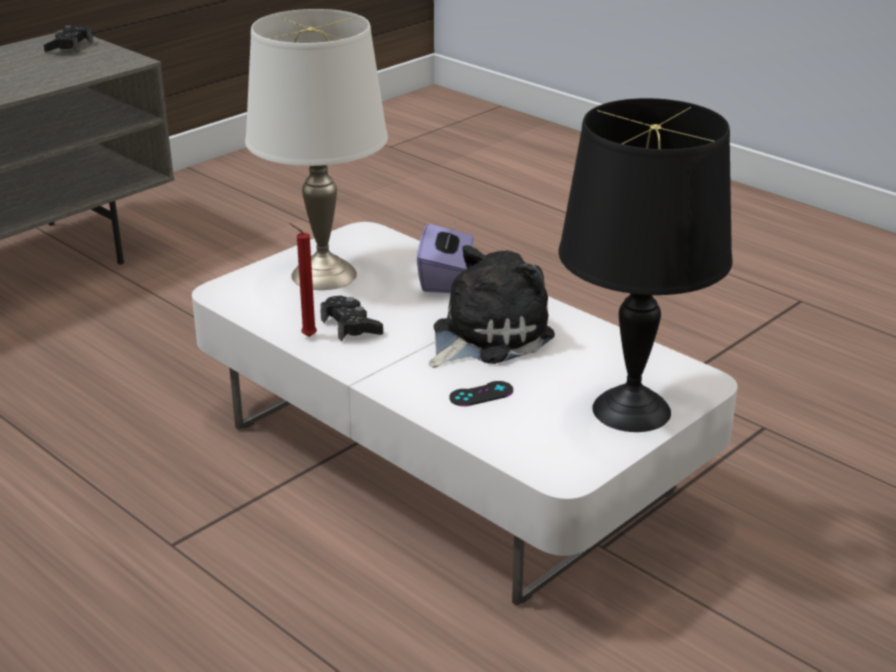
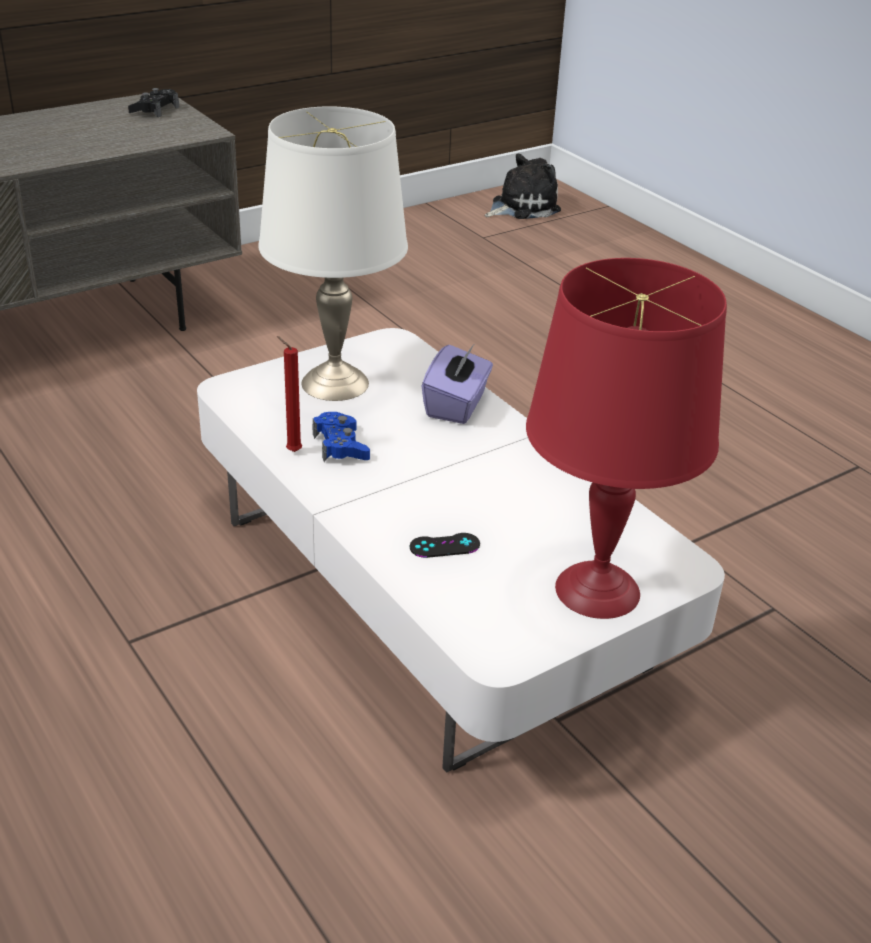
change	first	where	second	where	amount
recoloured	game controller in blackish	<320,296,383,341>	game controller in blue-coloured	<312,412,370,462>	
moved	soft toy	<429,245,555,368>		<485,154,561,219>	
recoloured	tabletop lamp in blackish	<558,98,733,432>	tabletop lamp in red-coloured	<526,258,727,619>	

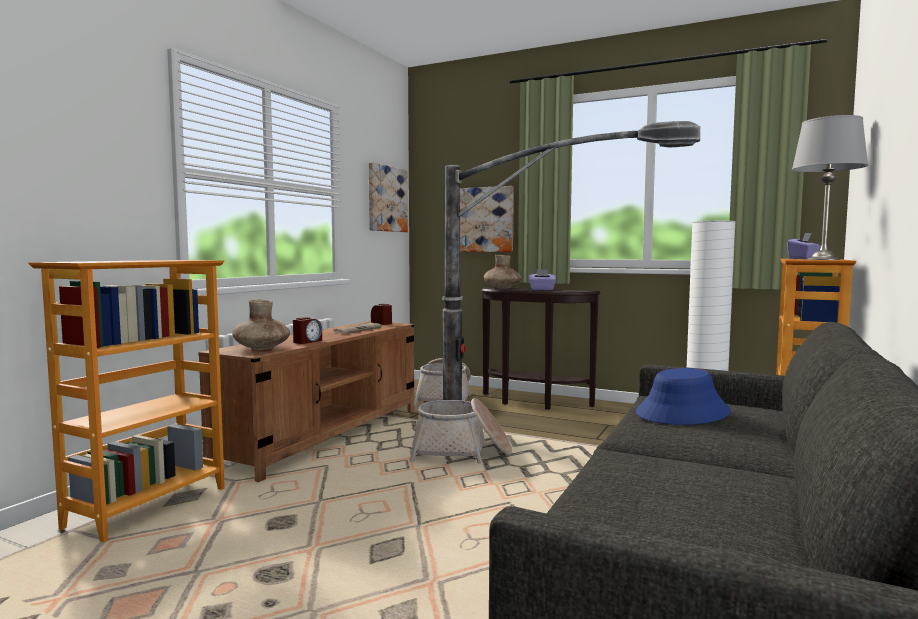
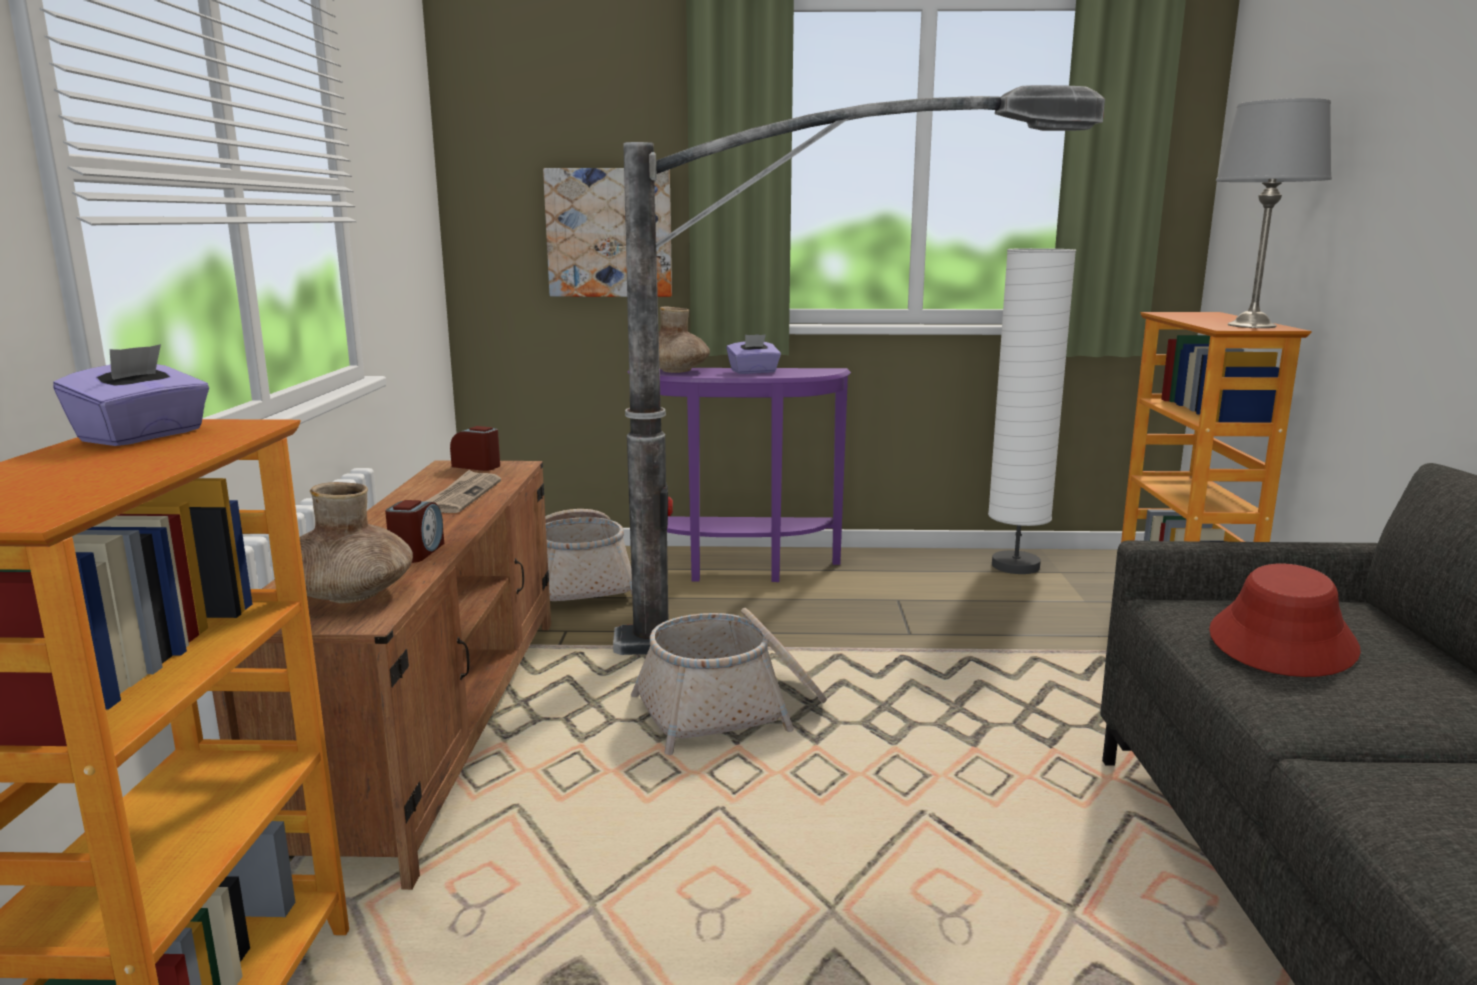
change	first	where	second	where	amount
moved	box of tissues in purplish	<787,233,821,259>		<53,344,209,446>	
recoloured	hall table in brownish	<481,287,601,410>	hall table in purplish	<627,368,851,582>	
recoloured	clothing hat in blue-coloured	<636,368,731,425>	clothing hat in red-coloured	<1209,563,1361,677>	
removed	wall picture	<369,162,408,232>			

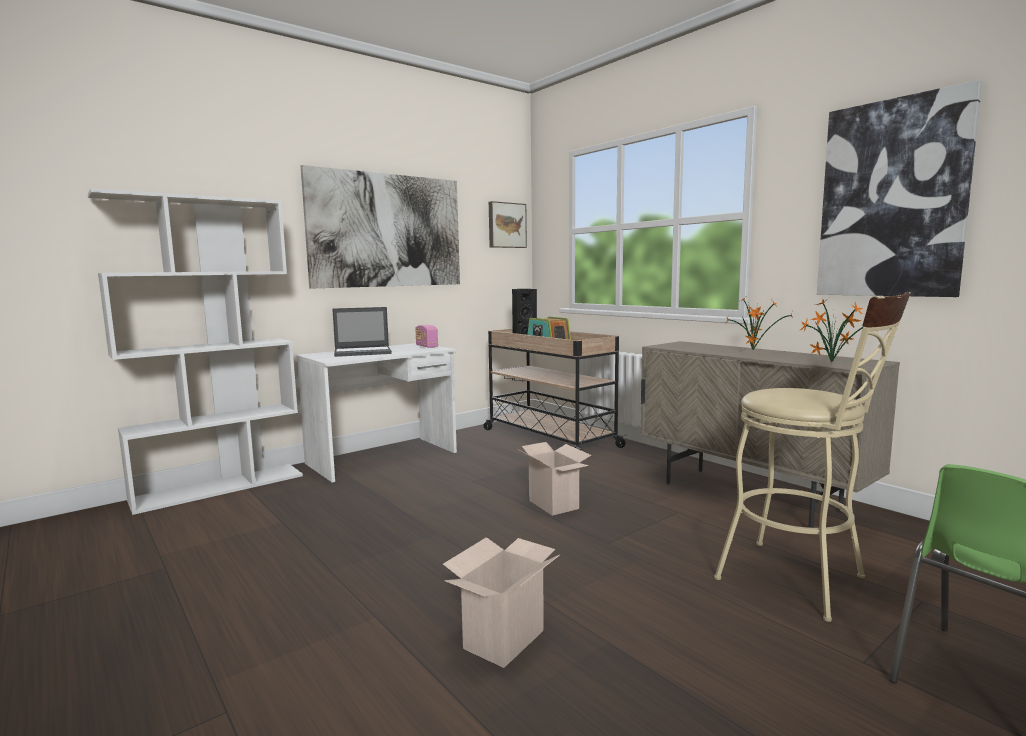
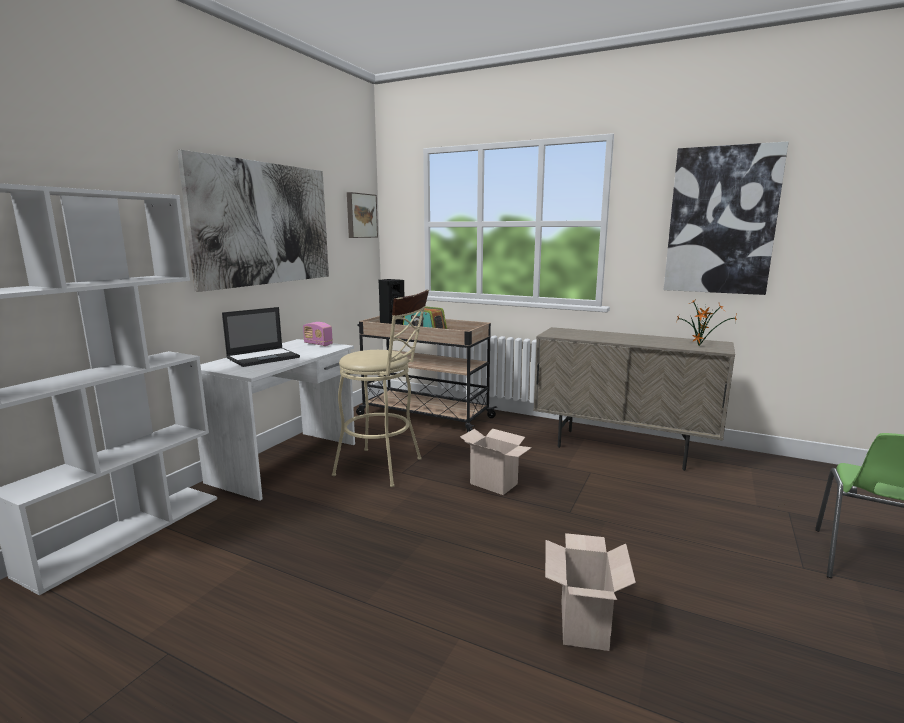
change	first	where	second	where	amount
moved	stool seat in beige	<714,292,911,622>		<332,290,429,487>	
removed	houseplant	<725,297,793,350>			

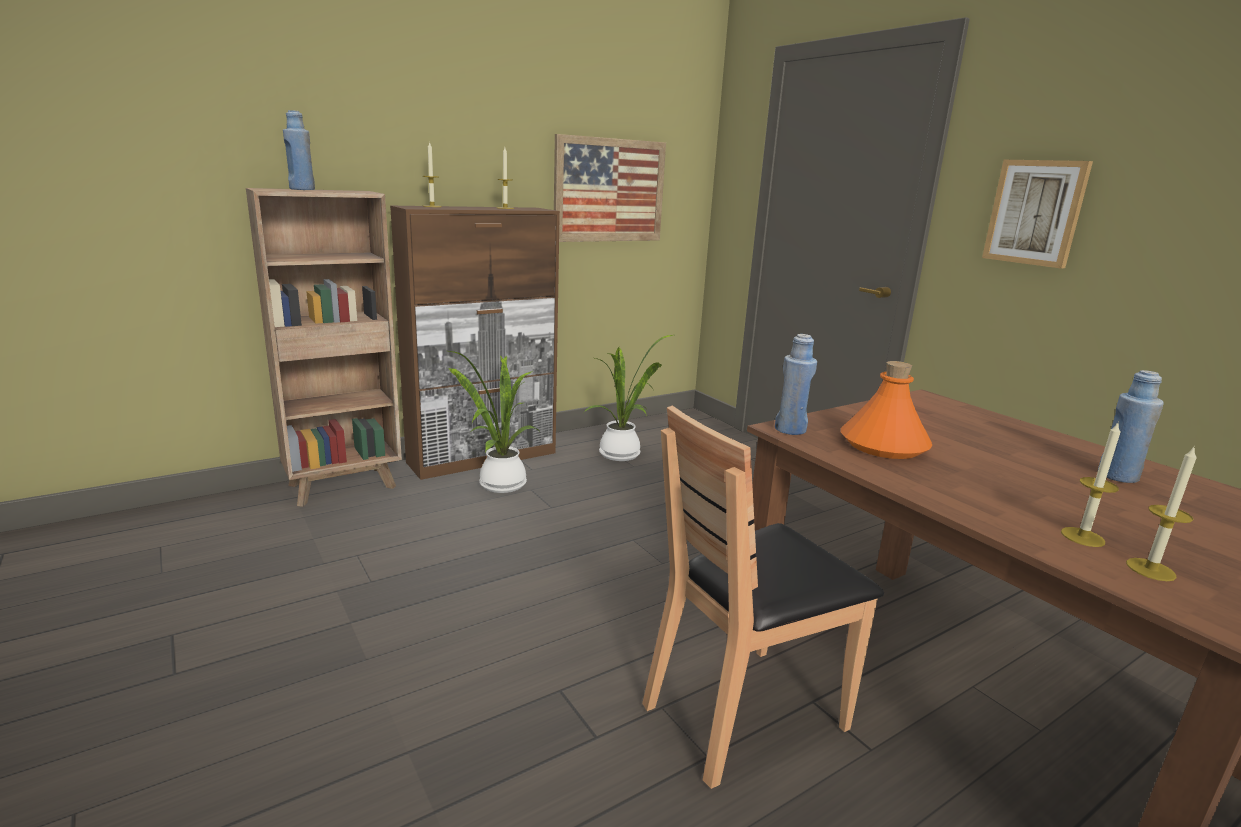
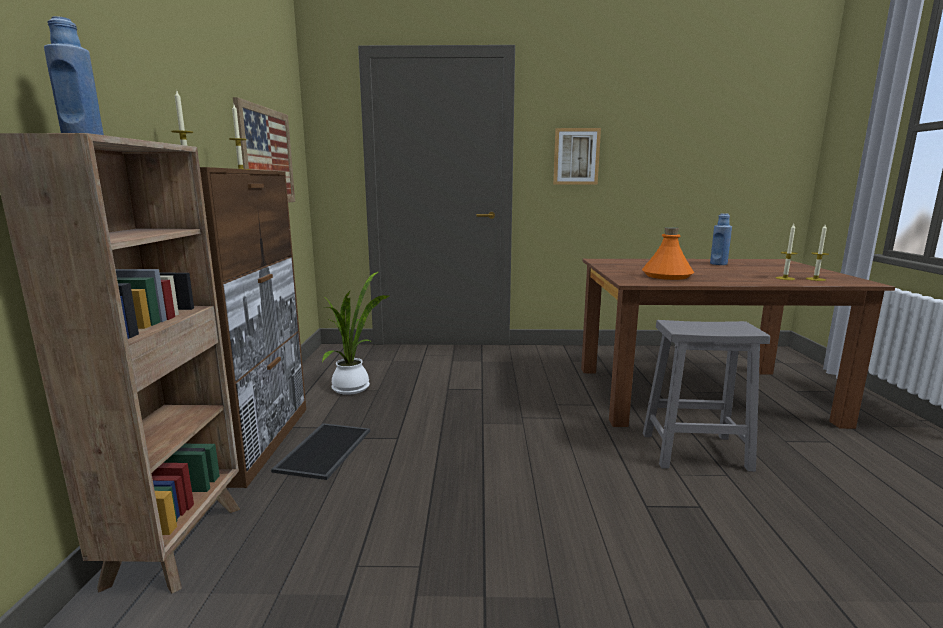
change	first	where	second	where	amount
replaced	houseplant	<448,351,540,493>	serving tray	<271,423,370,480>	
replaced	chair in brownish	<642,405,884,789>	stool seat in gray	<643,320,770,472>	
removed	beverage bottle in blue-coloured	<775,334,817,435>			

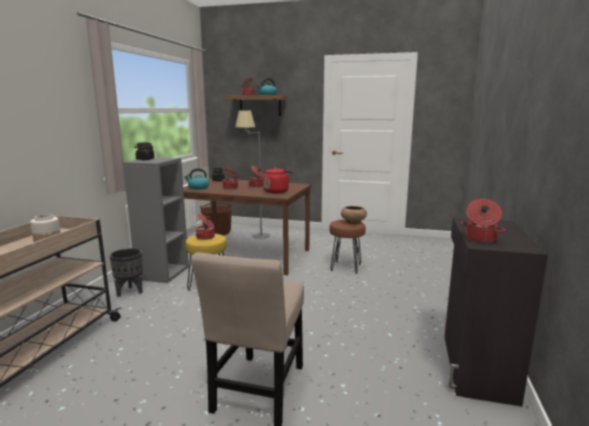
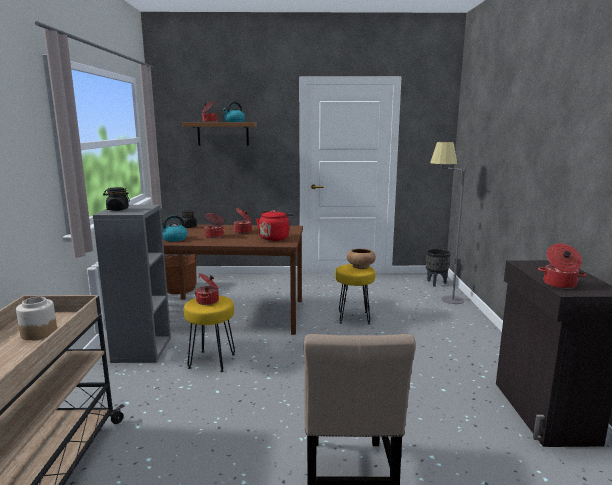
change	first	where	second	where	amount
recoloured	stool seat in brownish	<329,220,366,274>	stool seat in yellow-coloured	<335,264,375,324>	
moved	flower pot in blackish	<109,248,143,297>		<426,249,451,287>	
moved	standard lamp in gray	<235,111,270,239>		<430,142,465,304>	

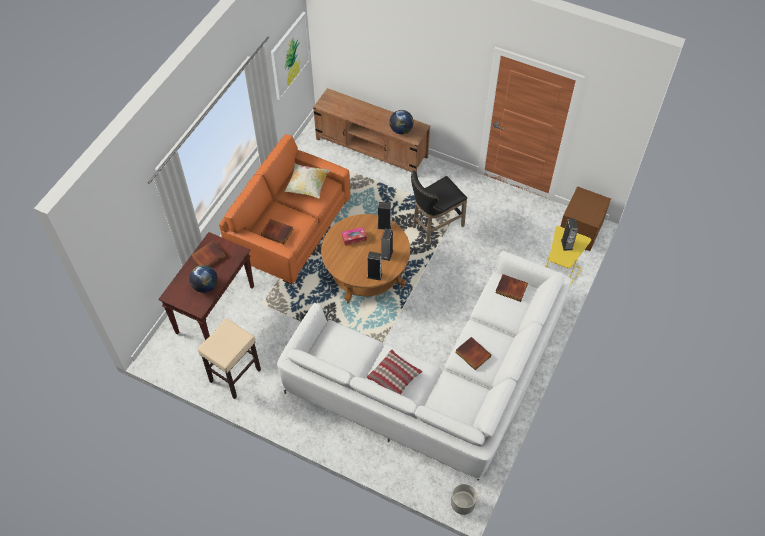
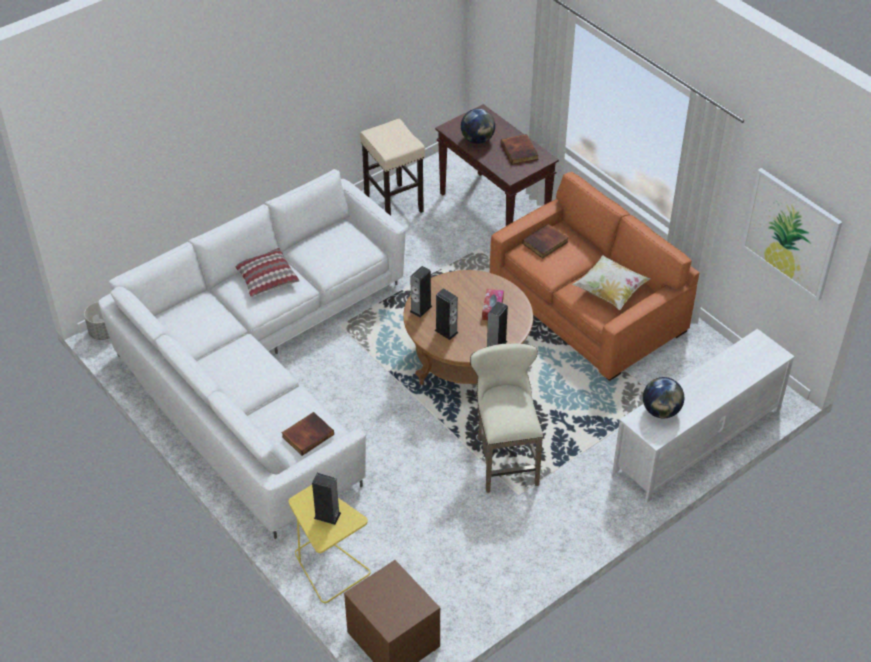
change	first	where	second	where	amount
recoloured	stool seat in blackish	<411,171,467,244>	stool seat in beige	<470,343,543,493>	
recoloured	tv unit in brownish	<313,88,430,173>	tv unit in whitish	<612,329,795,503>	
removed	bound book	<456,337,491,370>			

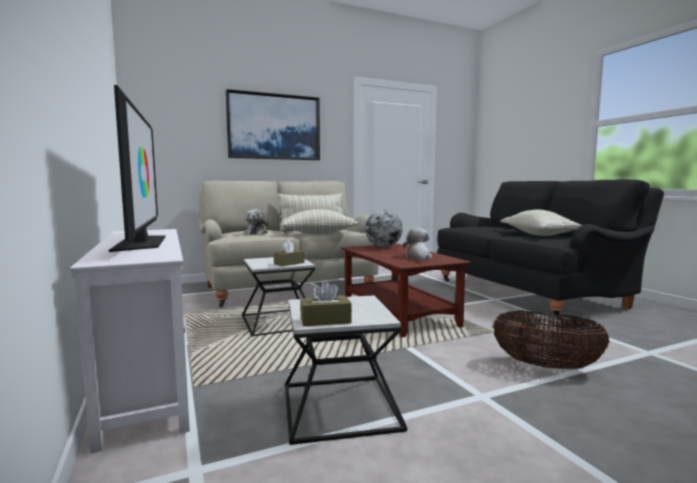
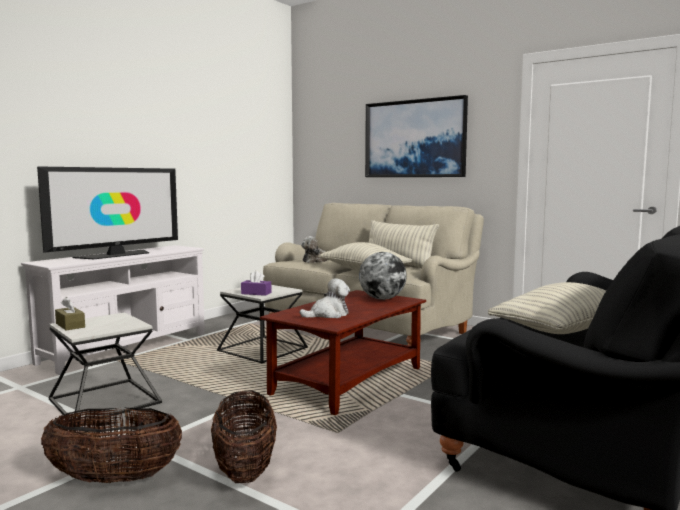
change	first	where	second	where	amount
added			basket	<41,407,182,483>	
recoloured	box of tissues in brownish	<274,240,305,266>	box of tissues in purplish	<241,271,272,296>	

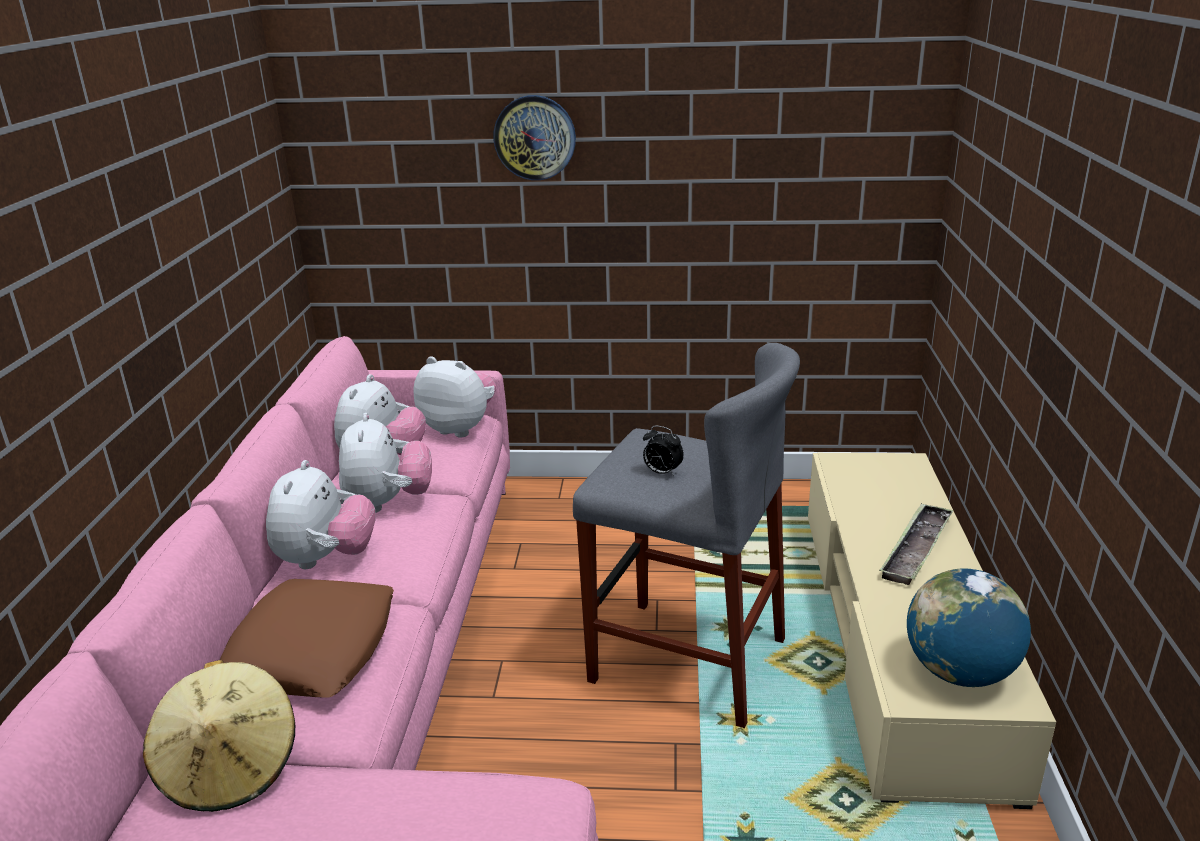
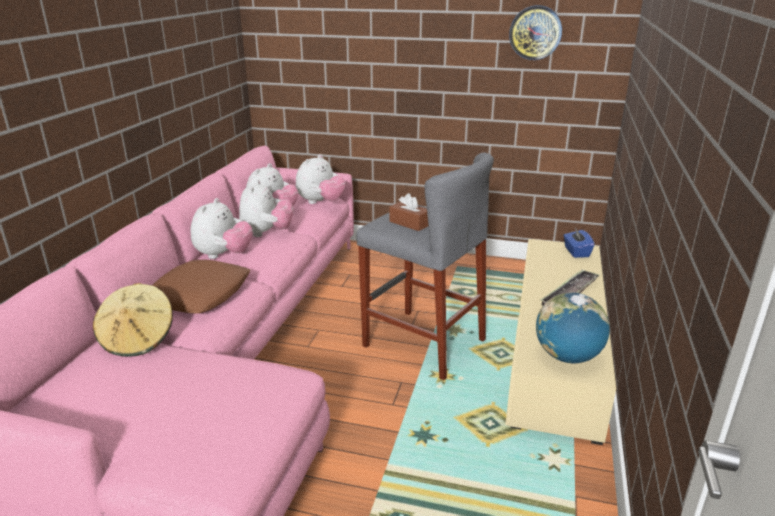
change	first	where	second	where	amount
turned	soft toy	<413,356,496,438>		<296,154,346,204>	90 degrees clockwise
replaced	table clock	<643,426,684,476>	box of tissues in brownish	<389,193,428,231>	
moved	clock on the wall	<493,95,576,180>		<509,5,562,60>	
added			box of tissues in blue-coloured	<563,228,595,258>	

